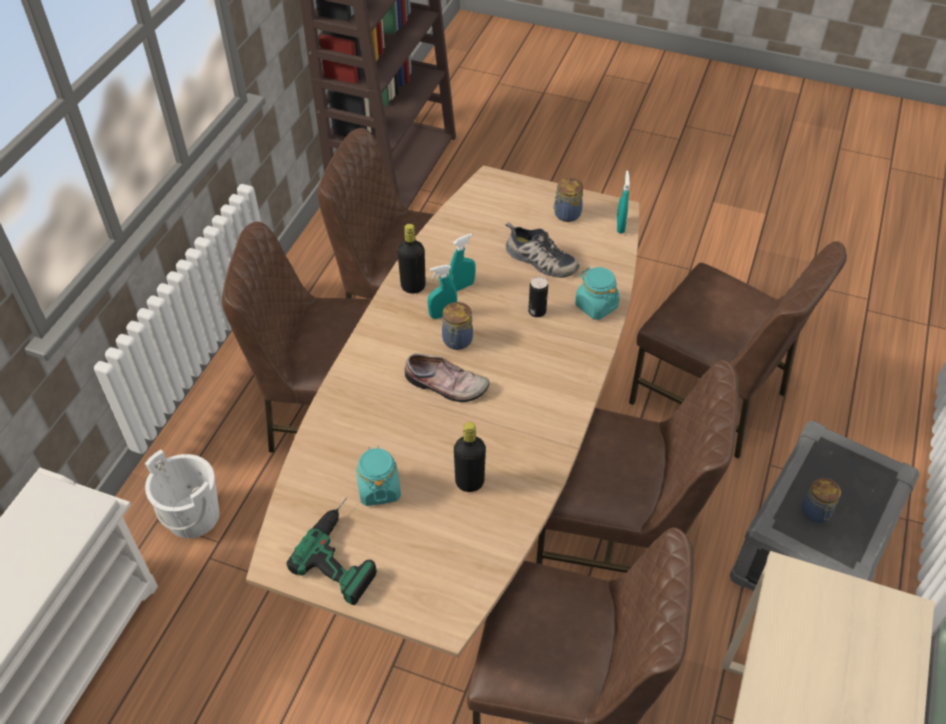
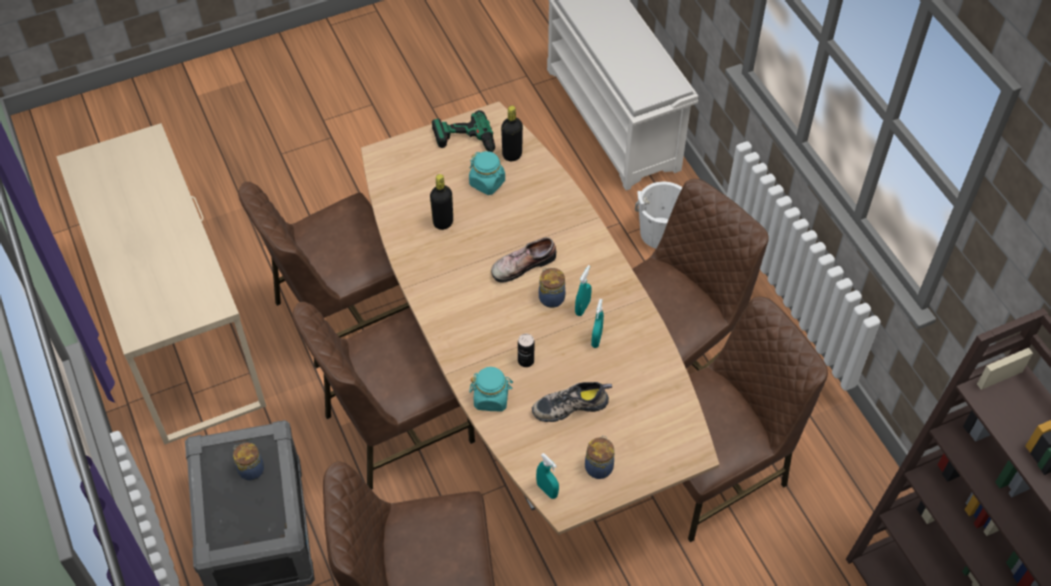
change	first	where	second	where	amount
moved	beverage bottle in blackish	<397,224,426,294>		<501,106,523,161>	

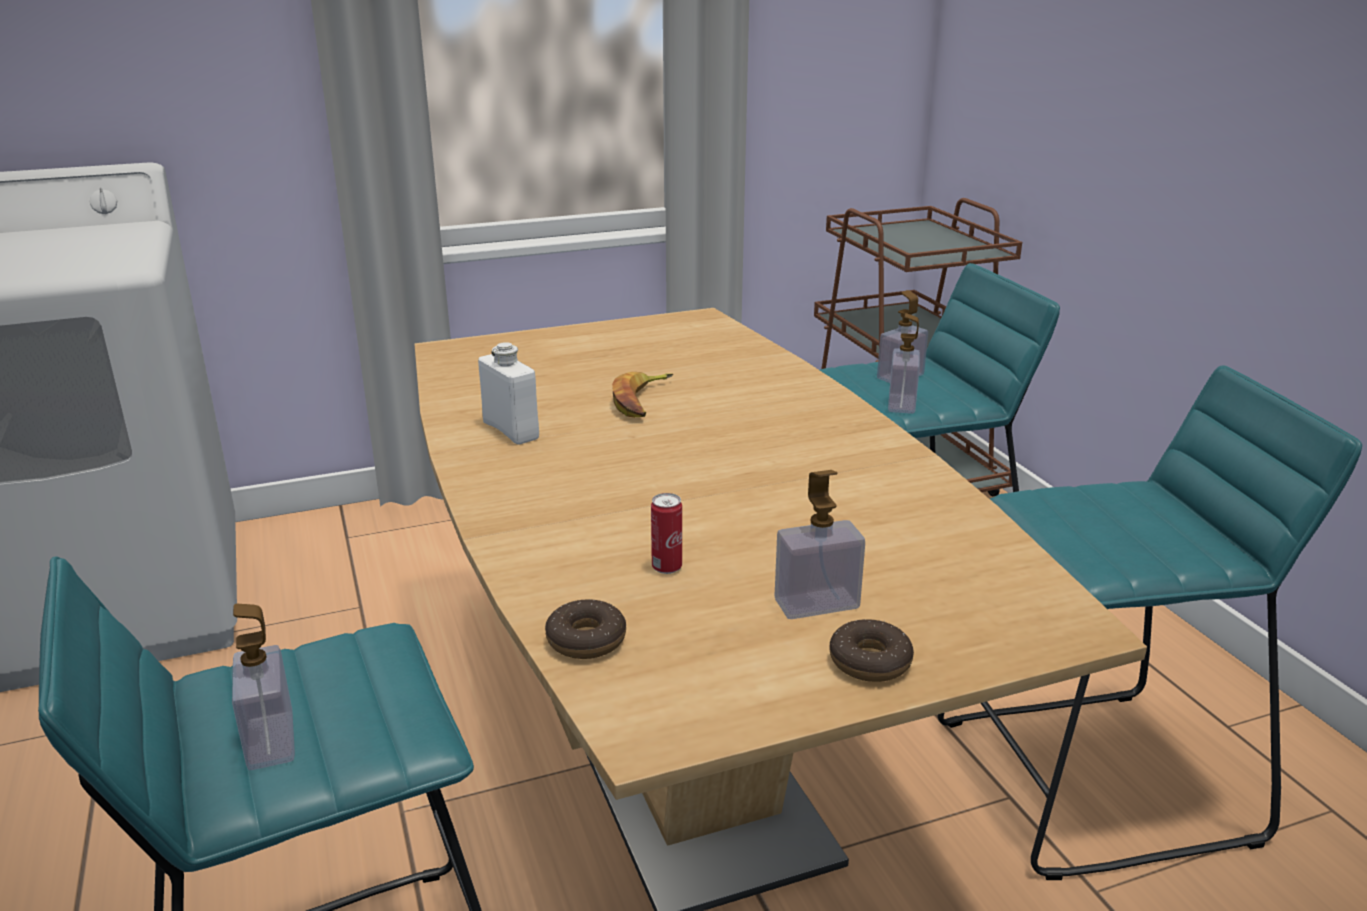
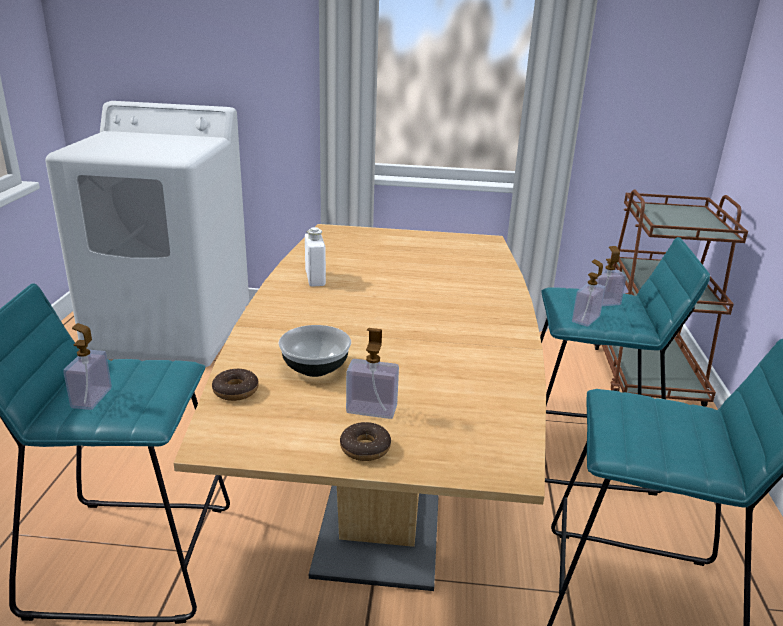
change	first	where	second	where	amount
replaced	metal can	<651,493,682,574>	bowl	<278,325,351,377>	
removed	banana fruit	<612,372,673,418>			

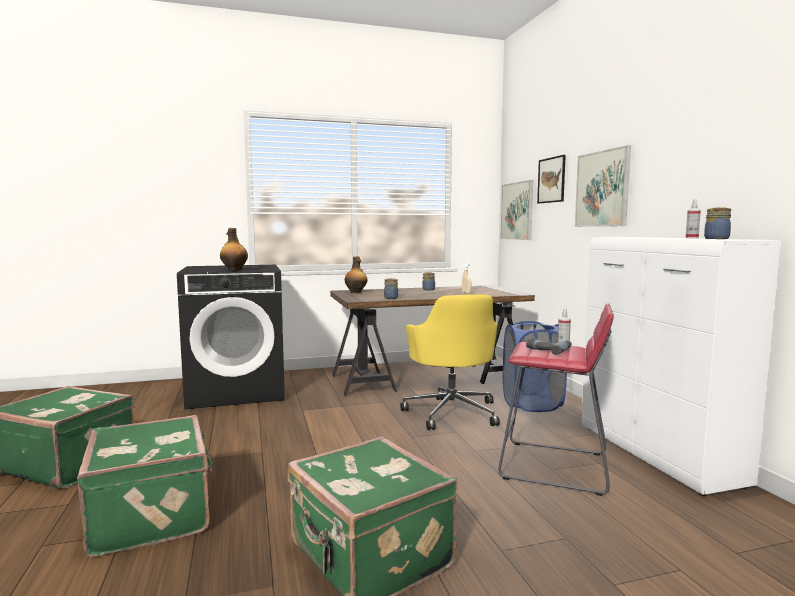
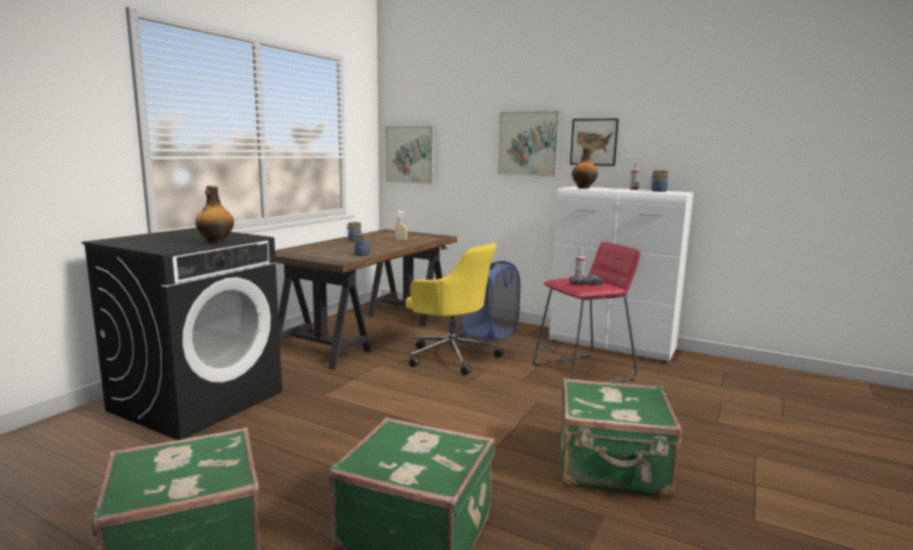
change	first	where	second	where	amount
moved	wall picture	<537,155,566,204>		<570,119,619,166>	
moved	beverage bottle	<345,256,367,293>		<572,147,598,189>	

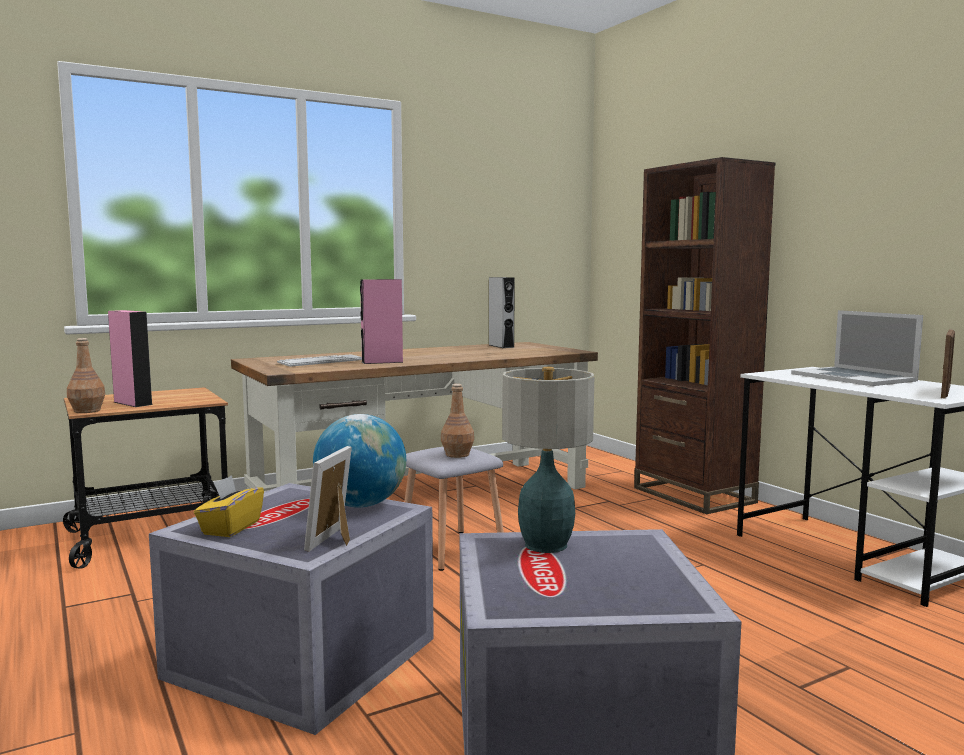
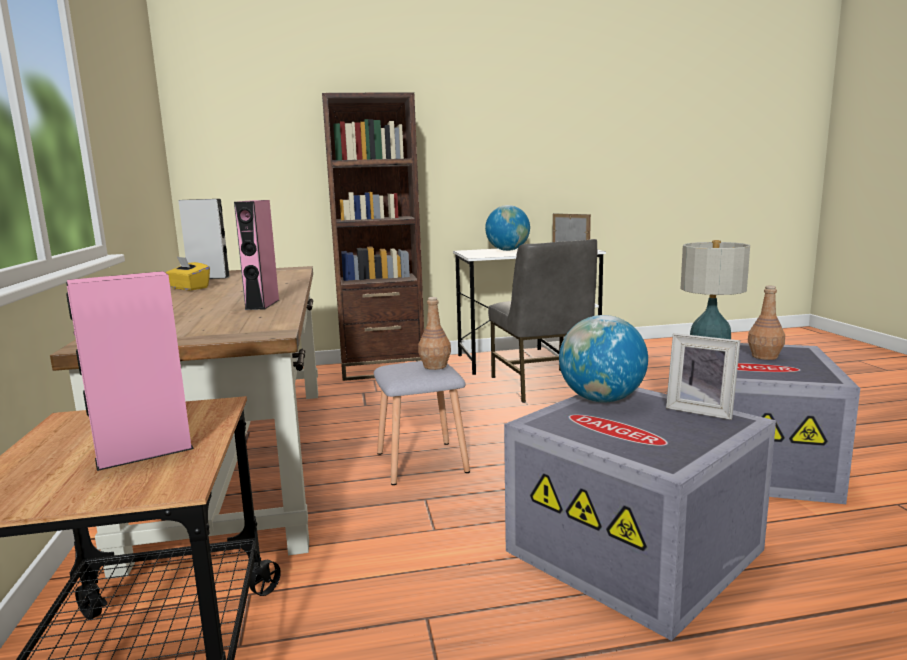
change	first	where	second	where	amount
moved	box of tissues in yellow-coloured	<194,475,264,537>		<165,257,210,291>	
replaced	portable computer	<791,310,923,386>	world globe	<485,205,530,251>	
added			chair in gray	<488,239,597,403>	
moved	beverage bottle in brownish	<67,338,105,413>		<748,286,785,360>	
removed	keyboard	<277,354,362,367>			

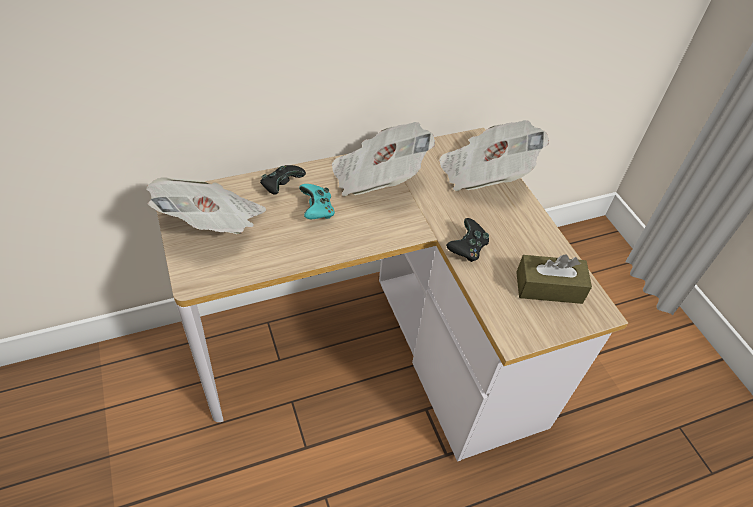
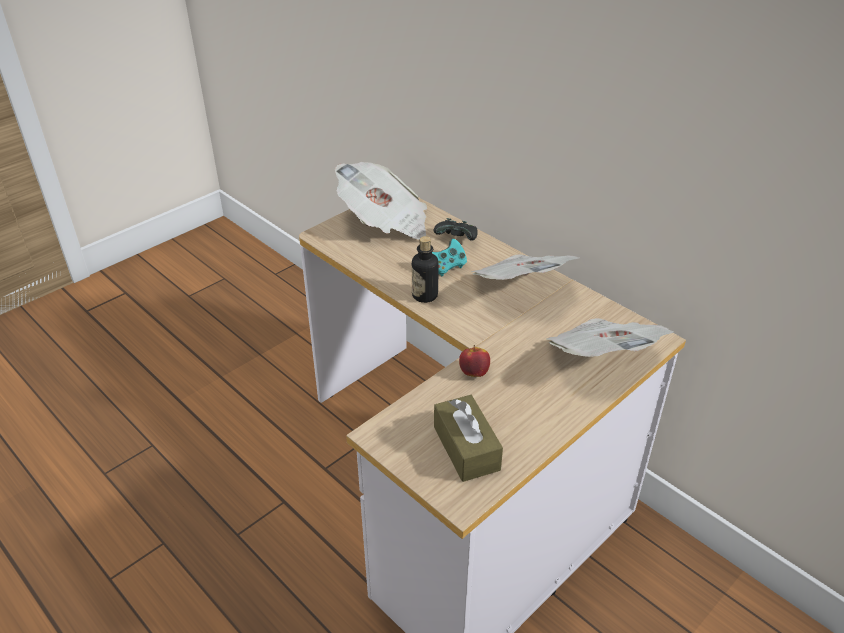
change	first	where	second	where	amount
added			beverage bottle	<412,236,439,303>	
replaced	game controller in blackish	<446,218,489,262>	apple	<459,345,490,377>	

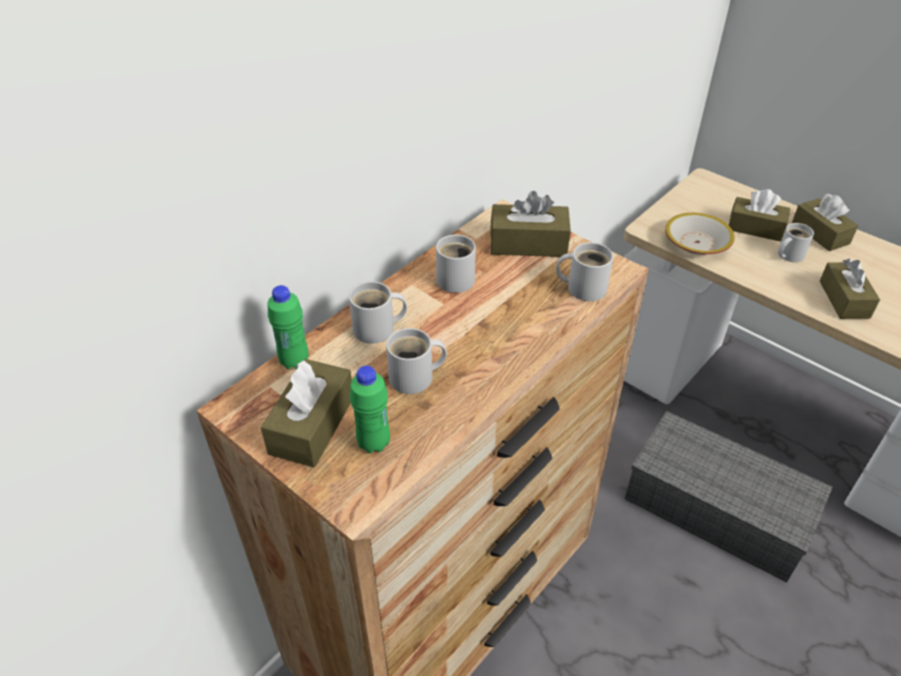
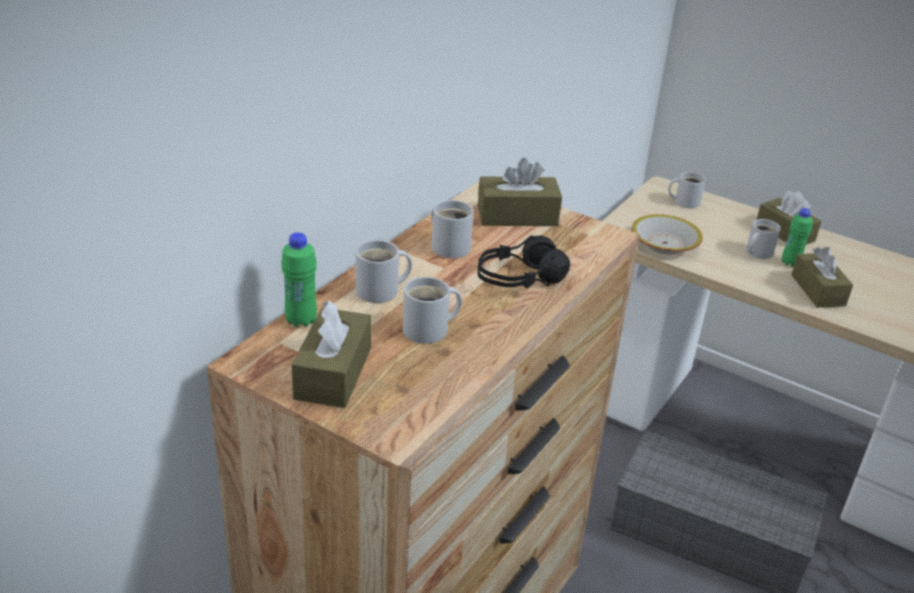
change	first	where	second	where	amount
added			pair of headphones in blackish	<477,235,570,289>	
moved	tea mug in whitish	<556,242,613,301>		<668,172,706,208>	
moved	beverage bottle in green	<350,366,390,453>		<782,208,813,267>	
removed	box of tissues in brownish	<729,189,790,242>			

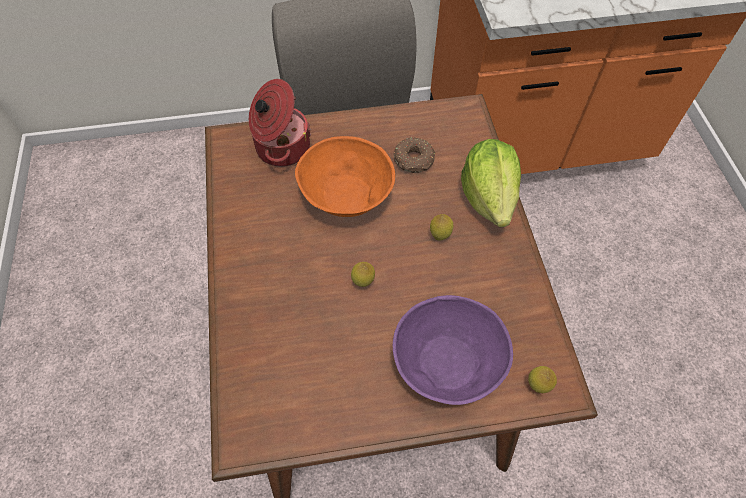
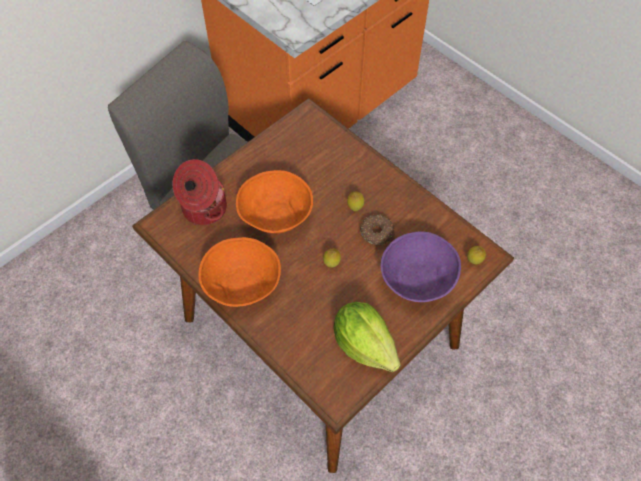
change	first	where	second	where	amount
added			bowl in orange	<198,237,281,307>	
moved	lettuce	<461,139,521,227>		<334,302,401,372>	
moved	ring doughnut	<393,137,435,173>		<360,214,395,245>	

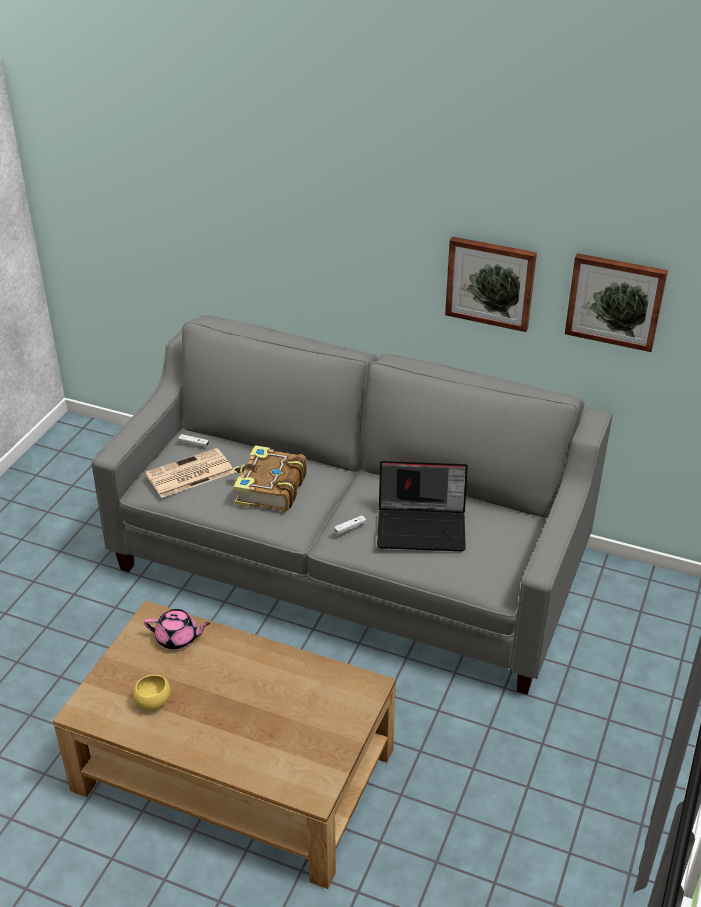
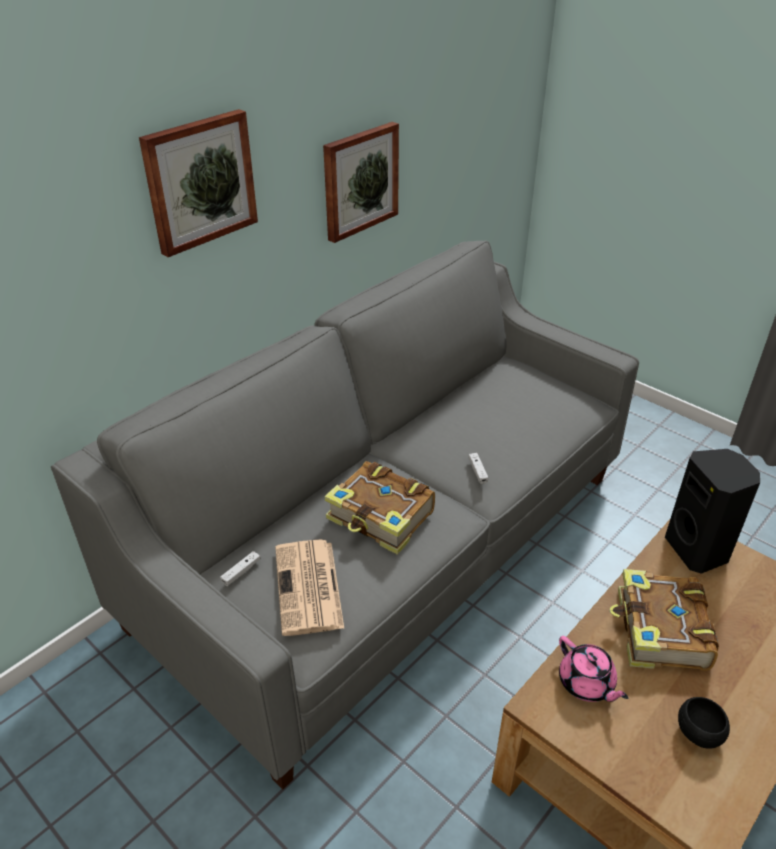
change	first	where	second	where	amount
moved	wall picture	<565,253,668,352>		<139,109,258,257>	
turned	tea pot in pink-coloured	<144,609,210,649>		<559,636,628,702>	120 degrees clockwise
added			bound book	<610,569,719,671>	
added			audio speaker in blackish	<665,449,760,574>	
recoloured	bowl in yellow-coloured	<133,675,170,710>	bowl in blackish	<678,697,730,749>	
removed	portable computer	<377,461,468,551>			

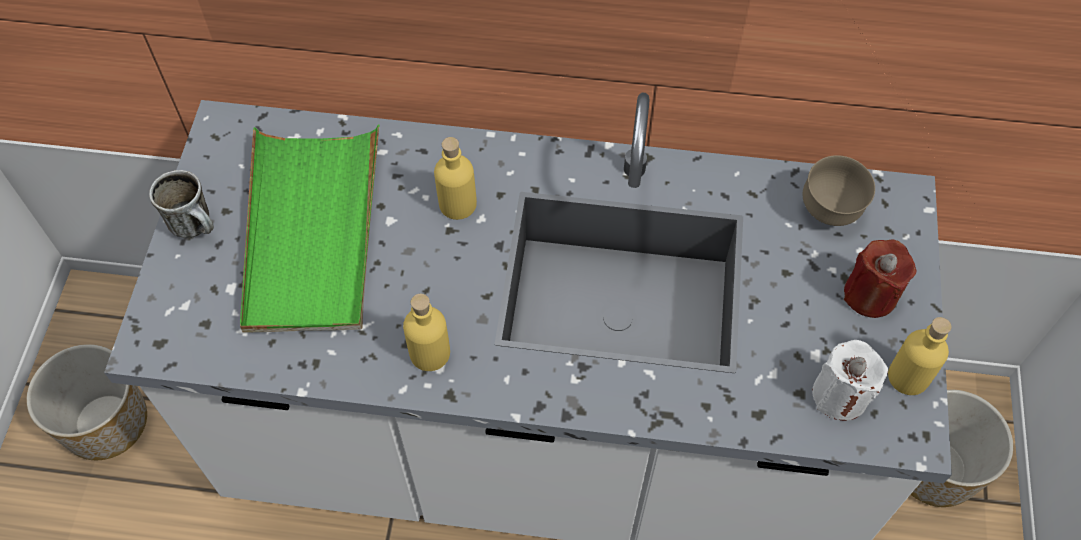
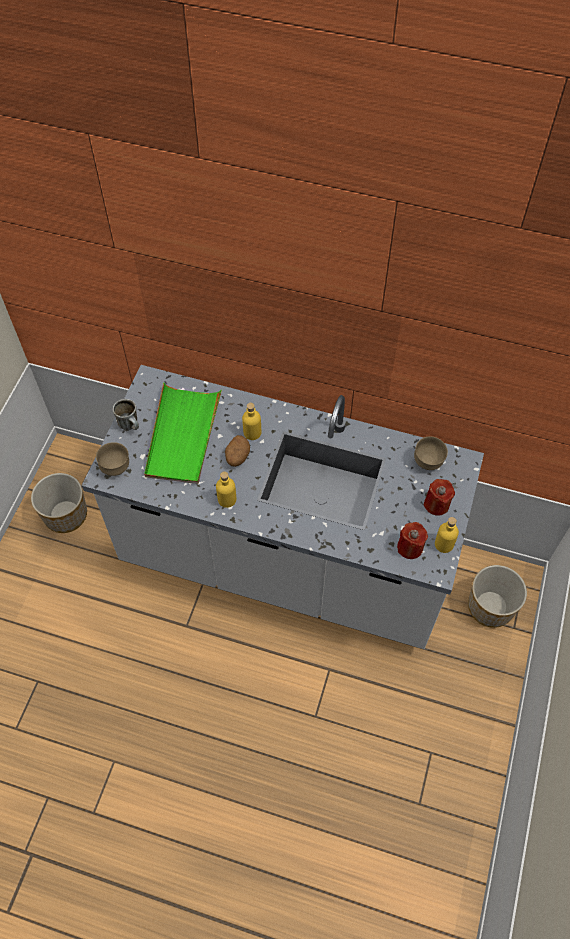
change	first	where	second	where	amount
added			bowl in brownish	<96,442,129,476>	
added			whole potato	<225,435,250,467>	
recoloured	candle in whitish	<812,340,888,421>	candle in red-coloured	<397,522,428,559>	

